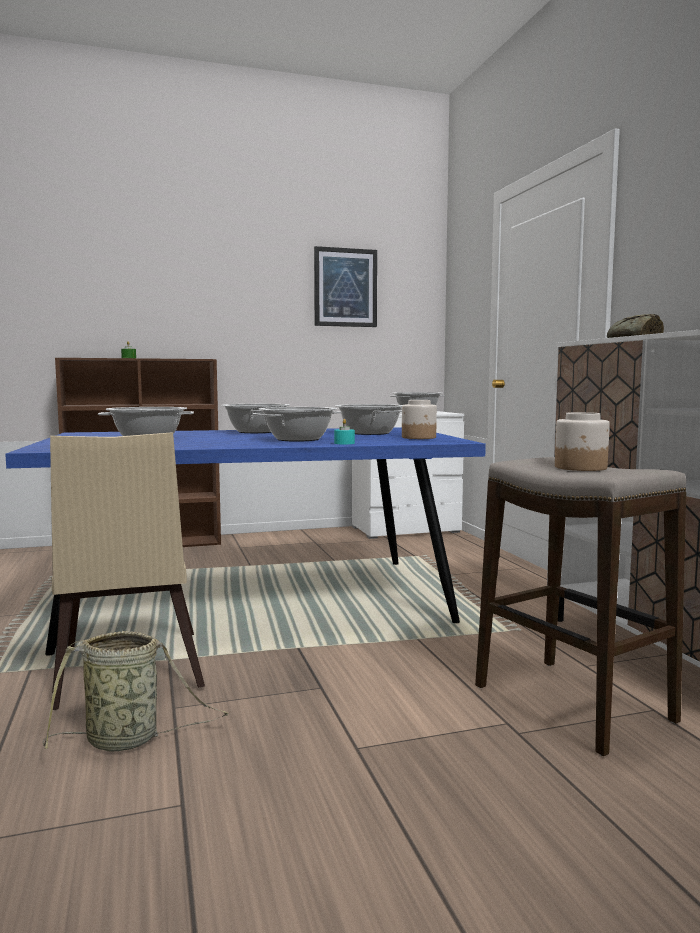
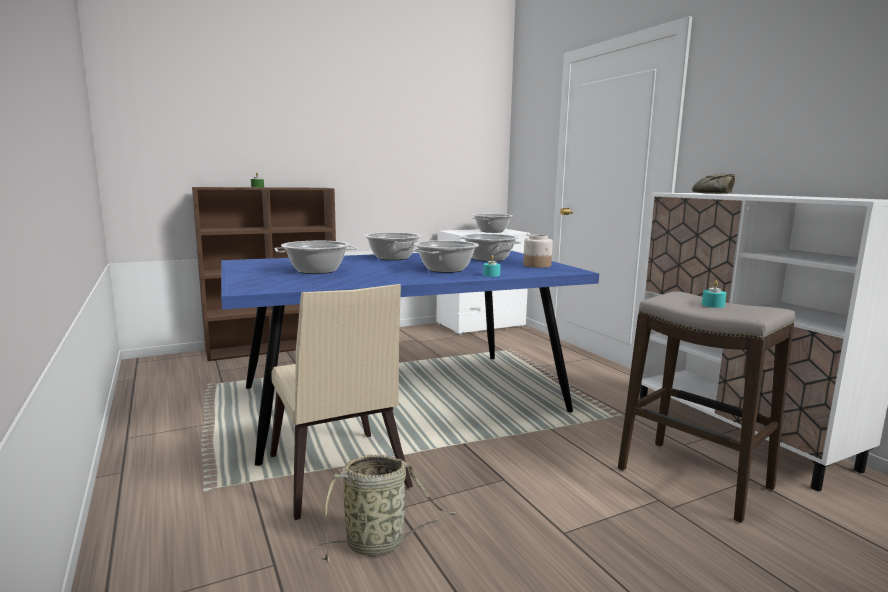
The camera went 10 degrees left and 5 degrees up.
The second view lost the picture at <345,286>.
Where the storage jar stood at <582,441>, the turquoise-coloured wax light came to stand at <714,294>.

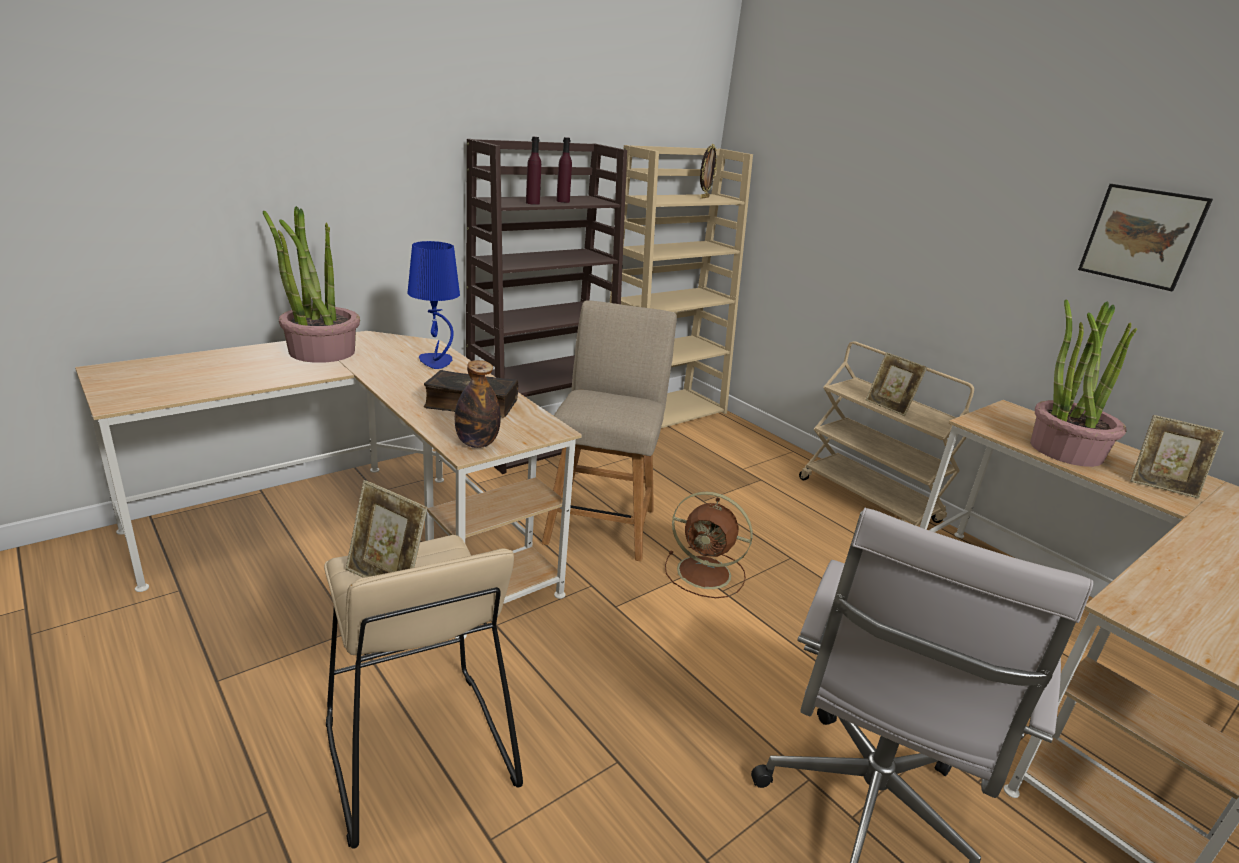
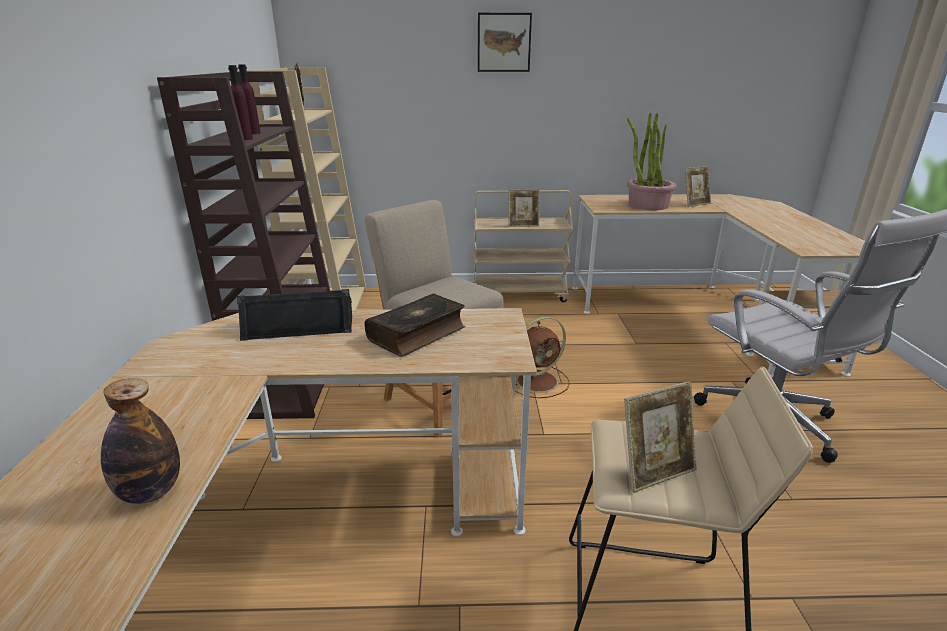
The camera went 50 degrees left and 0 degrees up.
The picture ended up elsewhere, having gone from <1145,237> to <505,42>.
The second view lost the plant in a pot at <311,284>.
Where the blue table lamp stood at <434,305>, the blackish speaker came to stand at <294,315>.
The drink bottle ended up elsewhere, having gone from <478,404> to <140,441>.

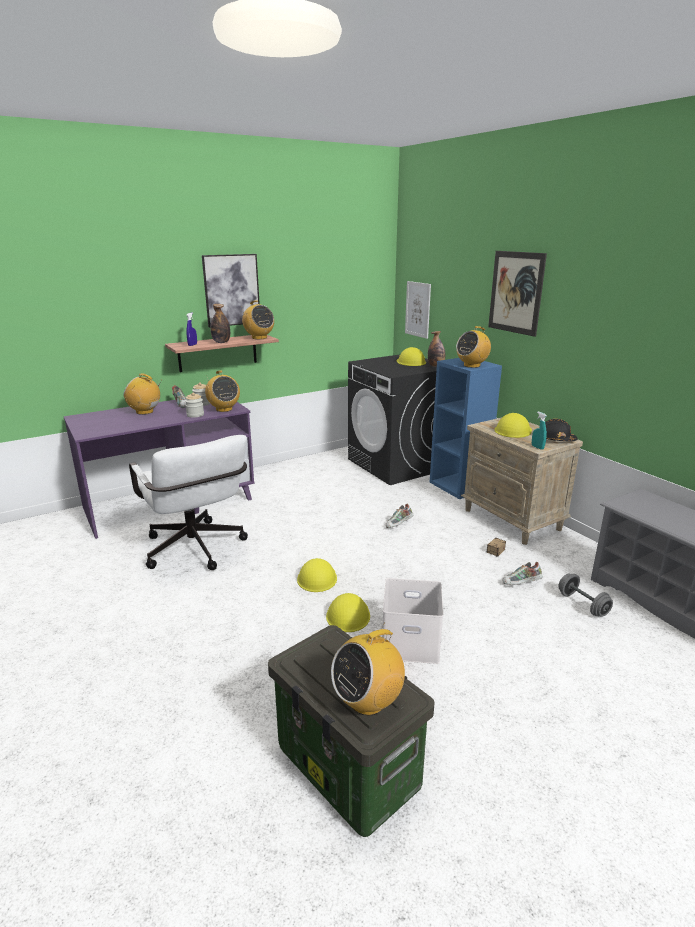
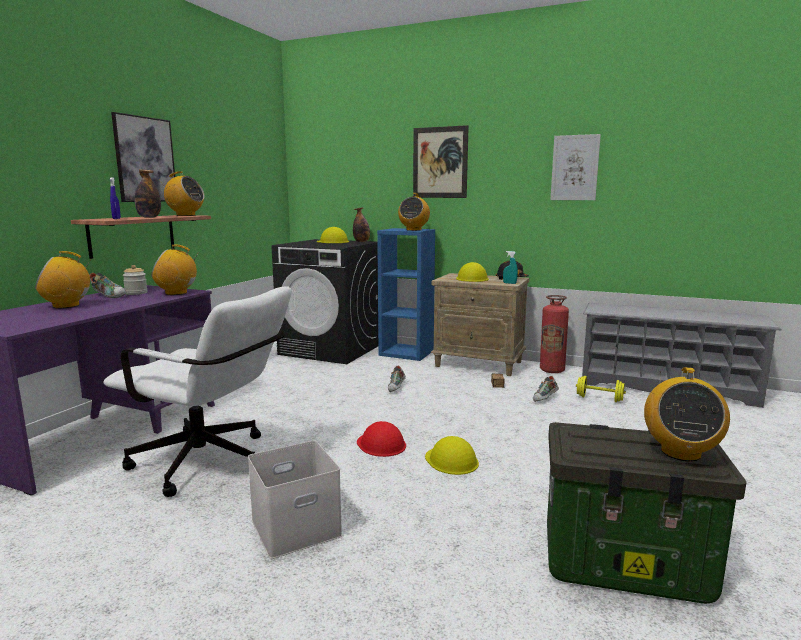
The camera went 35 degrees left and 10 degrees down.
The picture ended up elsewhere, having gone from <418,310> to <575,167>.
The radio set at <222,391> ended up facing another way, 150 degrees clockwise from before.
The second view lost the storage jar at <194,405>.
What was the yellowish work helmet at <317,575> turned into the red-coloured work helmet at <381,439>.
What was the greyish hand weight at <585,595> turned into the yellowish hand weight at <601,389>.
The white-coloured storage bin ended up elsewhere, having gone from <412,621> to <295,499>.
The second view gained the fire-fighting cylinder at <554,334>.

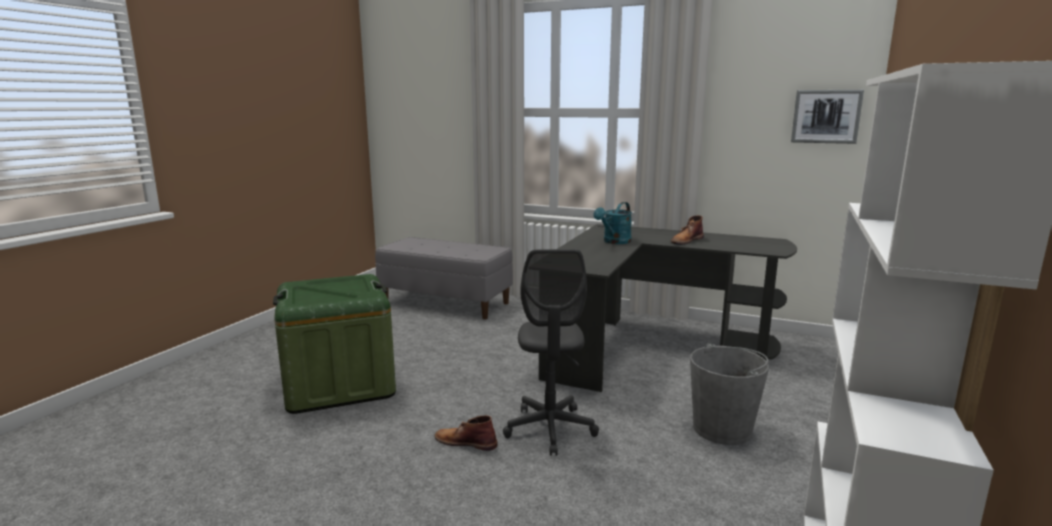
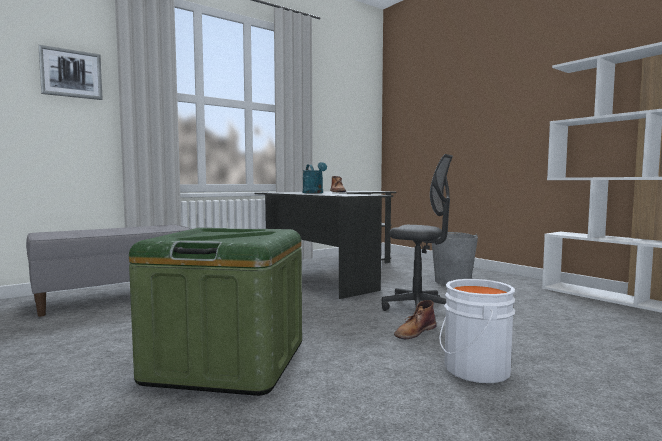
The camera went 60 degrees left and 10 degrees down.
The picture ended up elsewhere, having gone from <827,117> to <70,72>.
The second view gained the white-coloured pail at <477,331>.

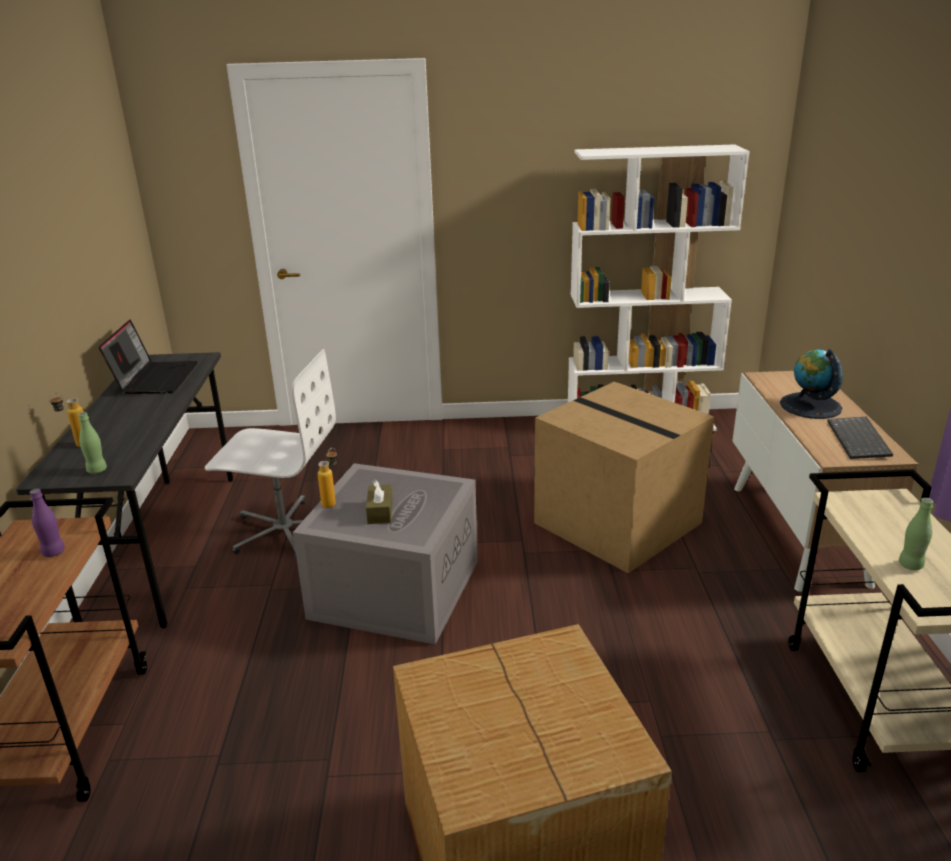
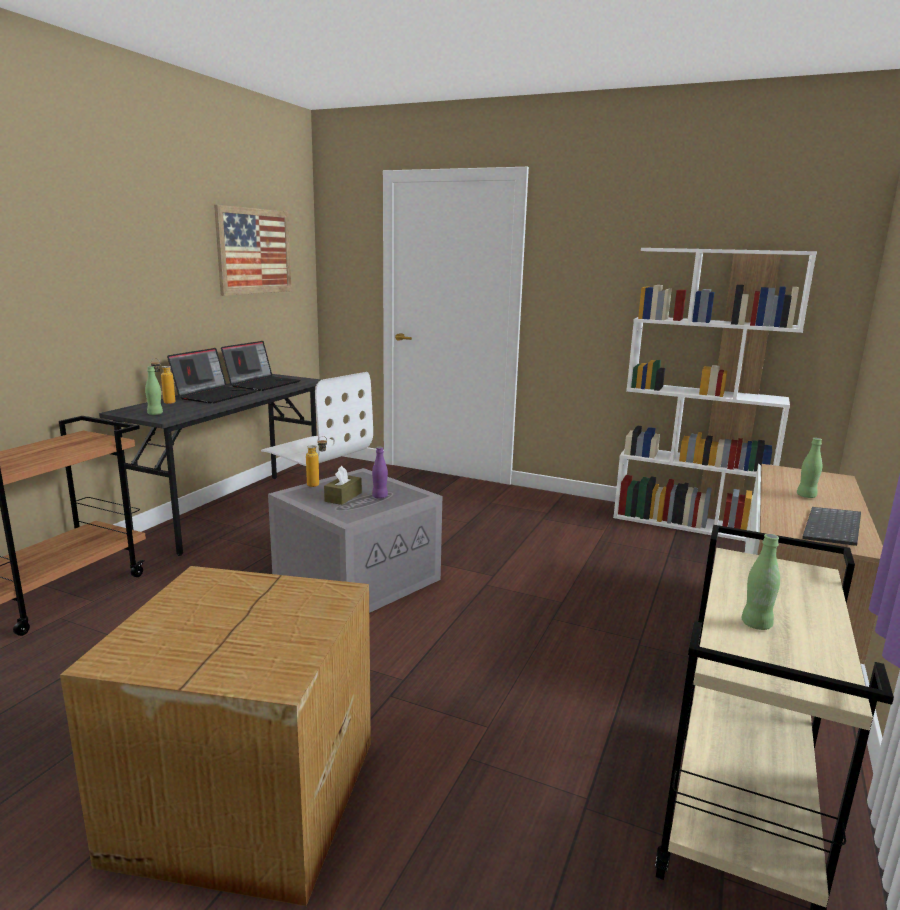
The camera went 25 degrees right and 10 degrees down.
Where the world globe stood at <811,384>, the greenish drink bottle came to stand at <809,468>.
The second view lost the carton at <624,477>.
The purple-coloured drink bottle ended up elsewhere, having gone from <47,523> to <380,473>.
The second view gained the picture at <253,250>.
The second view gained the laptop at <212,376>.

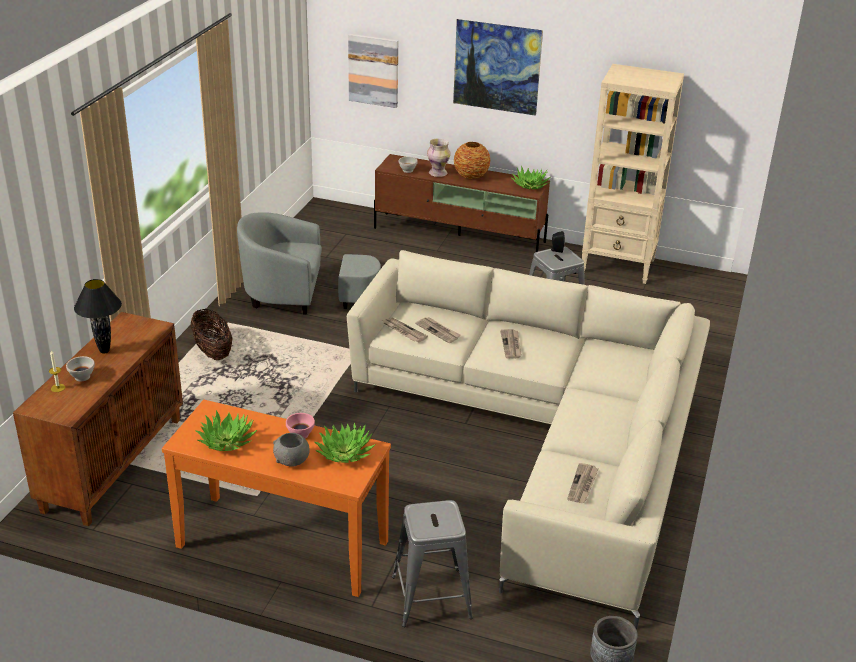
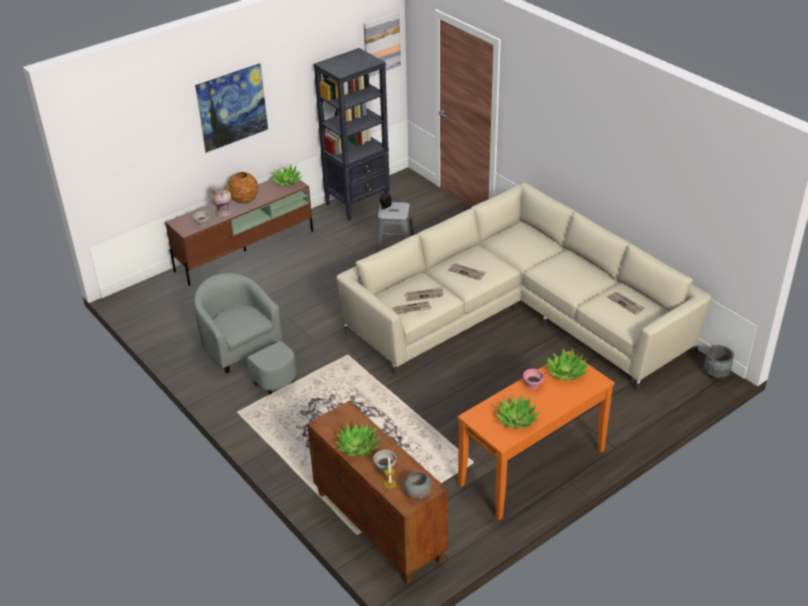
The camera went 55 degrees left and 5 degrees up.
The picture ended up elsewhere, having gone from <373,71> to <382,44>.
What was the beige-coloured shelving unit at <633,174> turned into the blackish shelving unit at <352,134>.
The greyish armchair at <309,263> ended up facing another way, 105 degrees clockwise from before.
Where the blackish table lamp stood at <98,316>, the plant in a pot came to stand at <357,439>.
The second view lost the storage basket at <211,334>.
The greyish bowl ended up elsewhere, having gone from <291,450> to <417,486>.
The second view lost the greyish sitting stool at <432,563>.

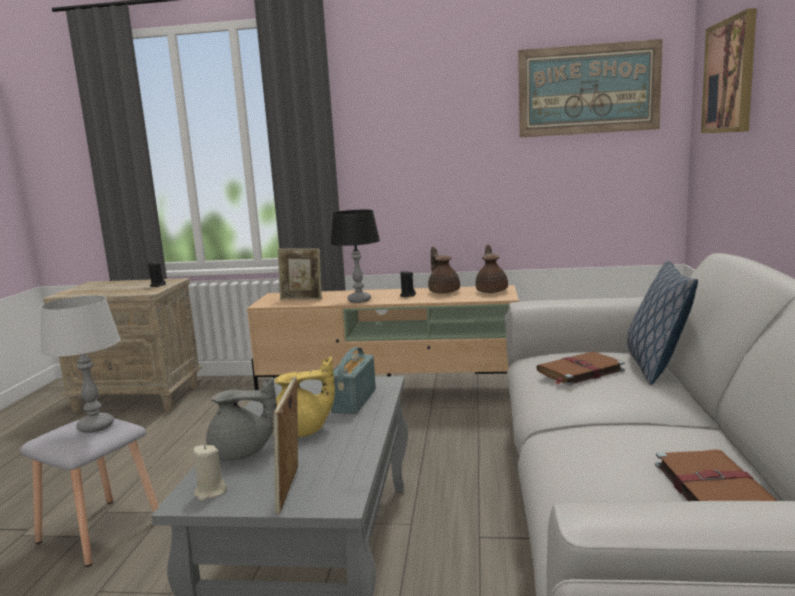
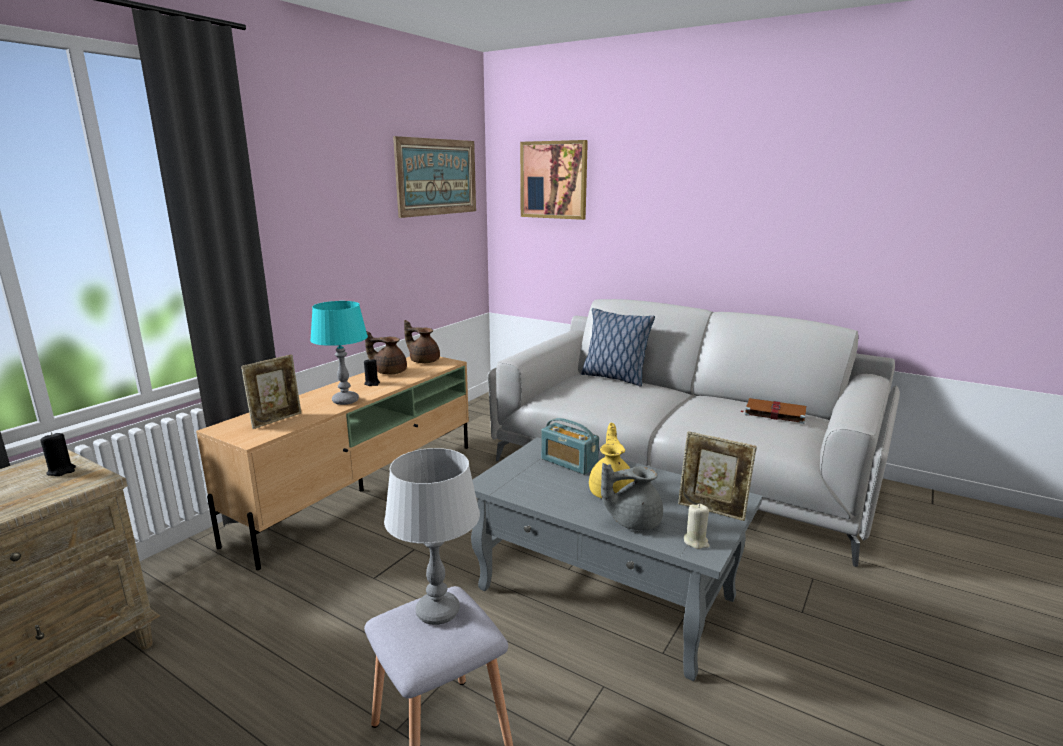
The camera went 65 degrees left and 5 degrees up.
What was the blackish table lamp at <355,256> turned into the turquoise-coloured table lamp at <339,353>.
The second view lost the brownish bound book at <580,368>.
The greyish teapot at <241,418> ended up facing another way, 120 degrees counterclockwise from before.

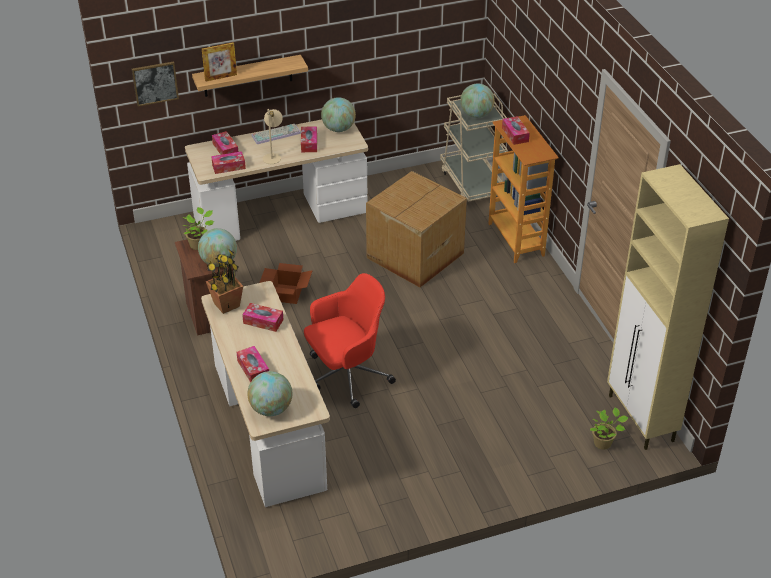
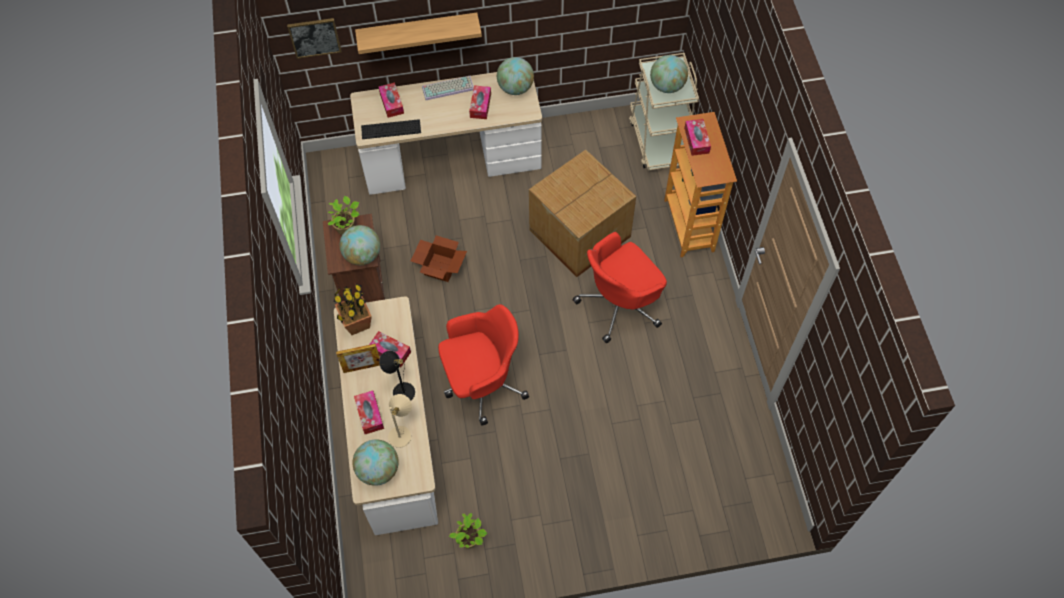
The camera went 10 degrees right and 20 degrees up.
The photo frame ended up elsewhere, having gone from <219,62> to <358,358>.
The beige-coloured table lamp ended up elsewhere, having gone from <273,136> to <400,421>.
Where the tissue holder stood at <228,162>, the computer keyboard came to stand at <391,129>.
The second view lost the beige-coloured storage cabinet at <668,307>.
The plant in a pot ended up elsewhere, having gone from <609,428> to <468,531>.
The second view gained the red-coloured computer chair at <620,287>.
The second view gained the blackish table lamp at <397,375>.

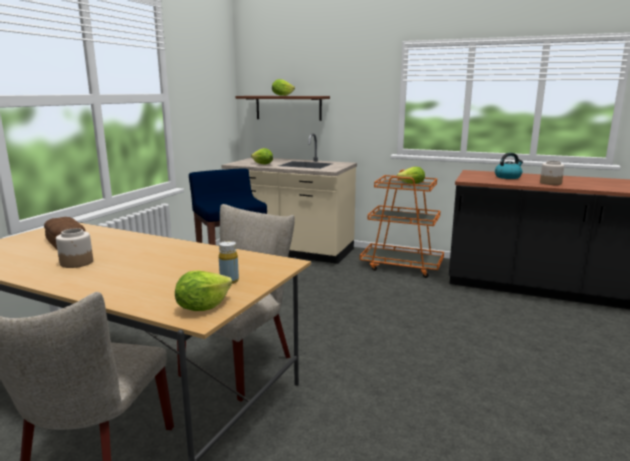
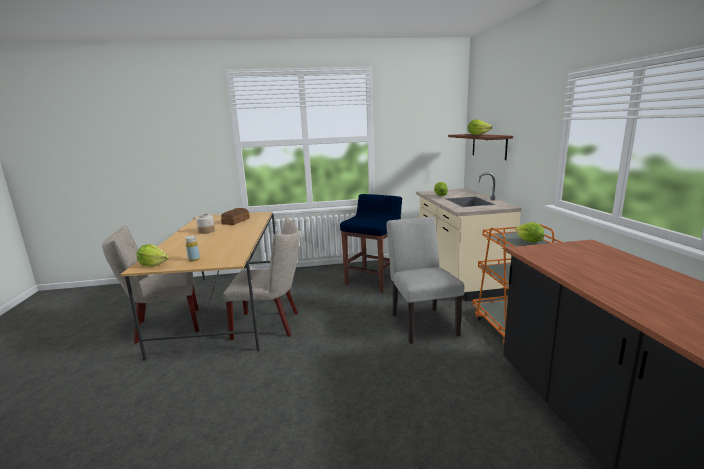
The camera went 60 degrees right and 0 degrees up.
The second view lost the kettle at <509,166>.
The second view lost the storage jar at <552,173>.
The second view gained the greyish chair at <425,280>.

